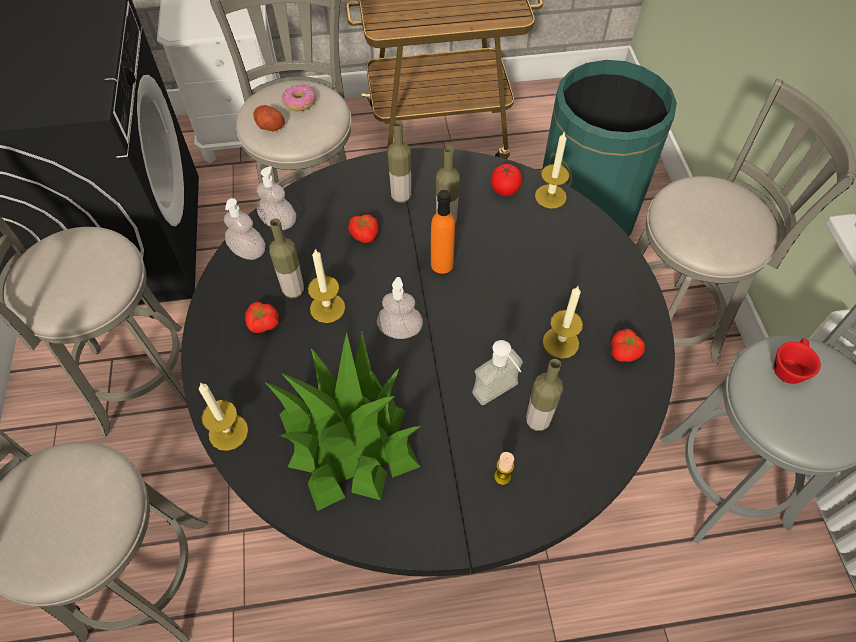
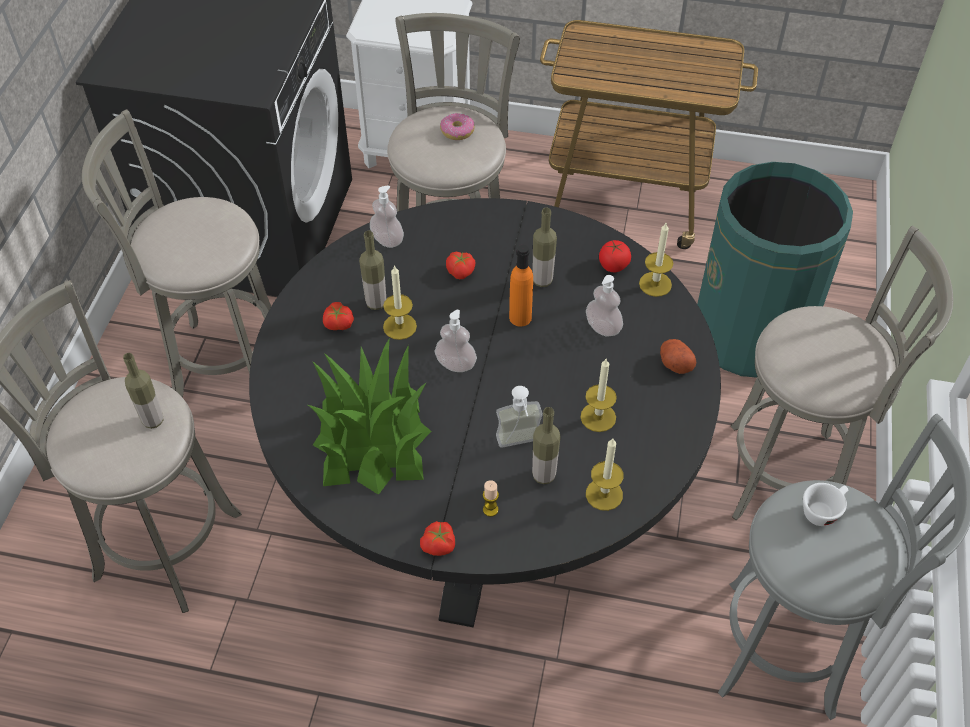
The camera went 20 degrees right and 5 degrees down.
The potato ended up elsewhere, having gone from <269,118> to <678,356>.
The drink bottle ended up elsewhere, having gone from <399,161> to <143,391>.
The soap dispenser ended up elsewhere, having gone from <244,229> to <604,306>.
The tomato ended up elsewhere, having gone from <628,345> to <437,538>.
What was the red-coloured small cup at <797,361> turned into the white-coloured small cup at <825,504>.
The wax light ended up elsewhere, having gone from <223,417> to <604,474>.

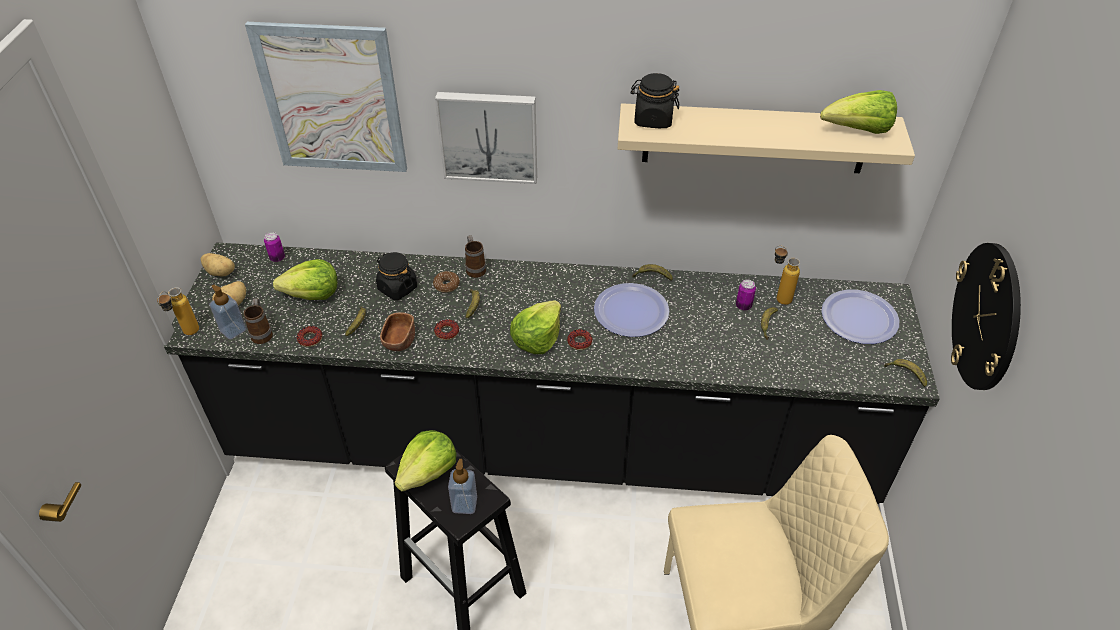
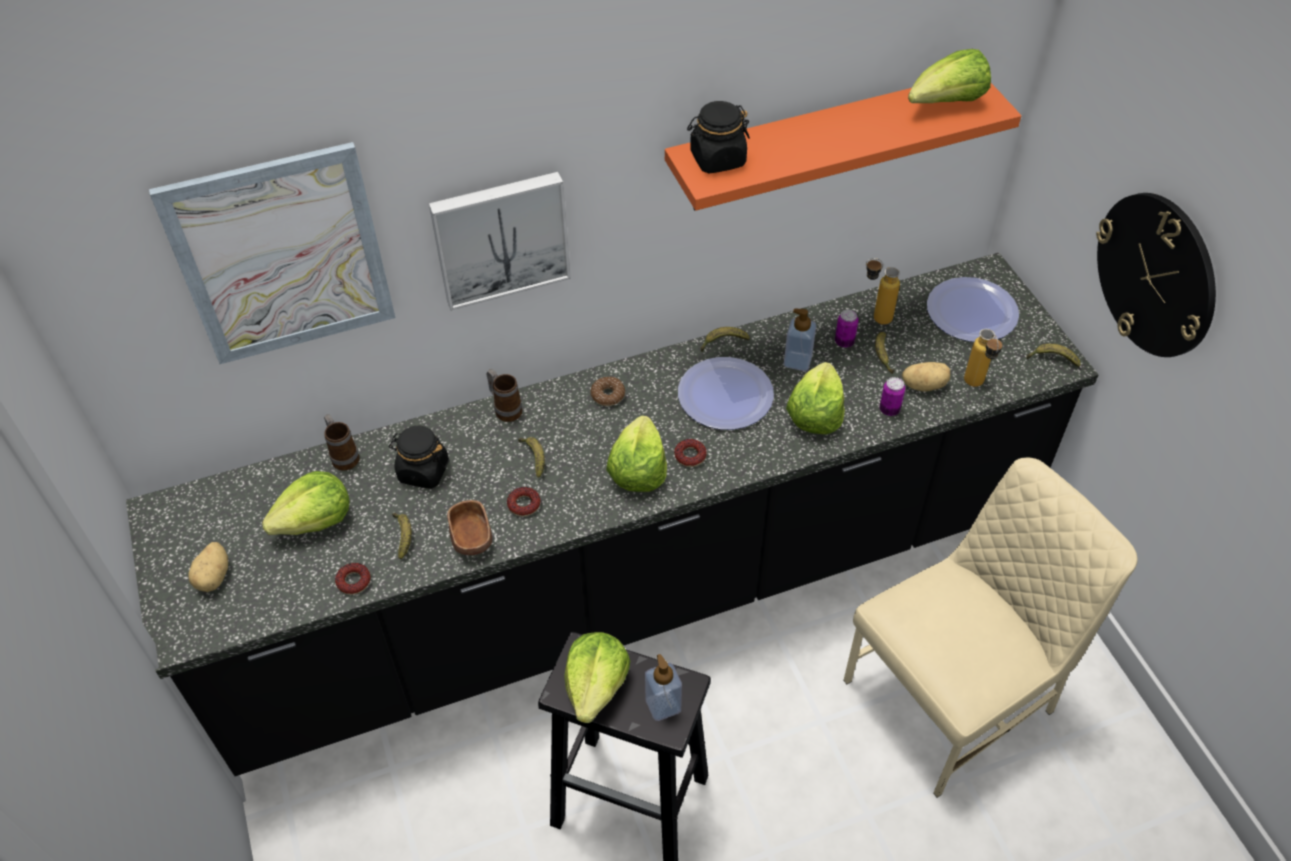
The camera went 25 degrees left and 5 degrees up.
What was the beige-coloured bracket shelf at <766,138> turned into the orange-coloured bracket shelf at <843,147>.
The sealed can ended up elsewhere, having gone from <274,247> to <892,396>.
The potato ended up elsewhere, having gone from <218,264> to <926,377>.
The doughnut ended up elsewhere, having gone from <446,282> to <607,391>.
The soap dispenser ended up elsewhere, having gone from <227,312> to <800,339>.
The drink bottle ended up elsewhere, having gone from <178,311> to <983,358>.
The mug ended up elsewhere, having gone from <258,321> to <342,443>.
The second view gained the lettuce at <815,398>.

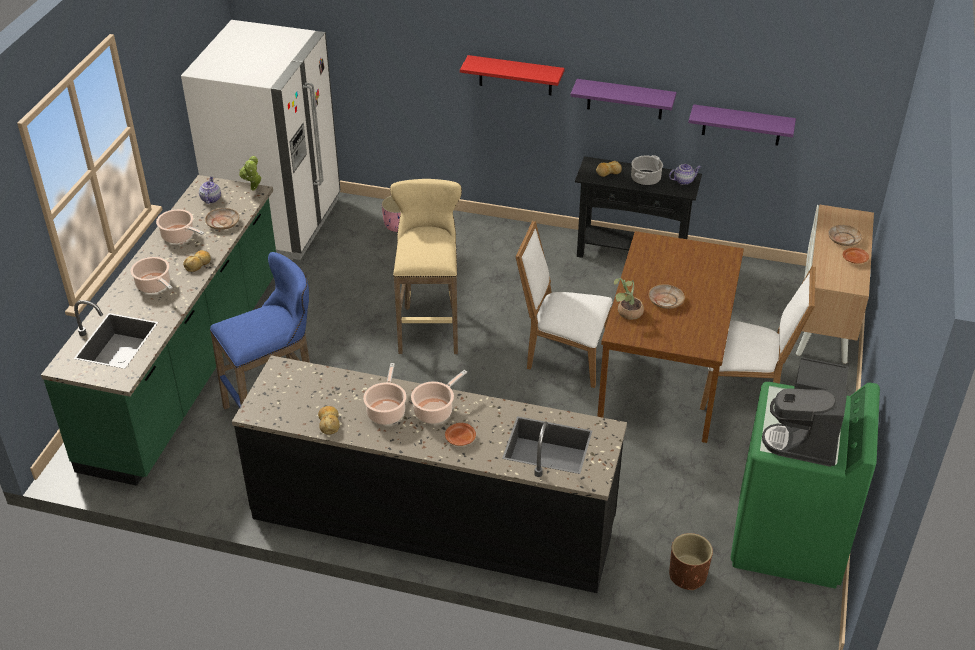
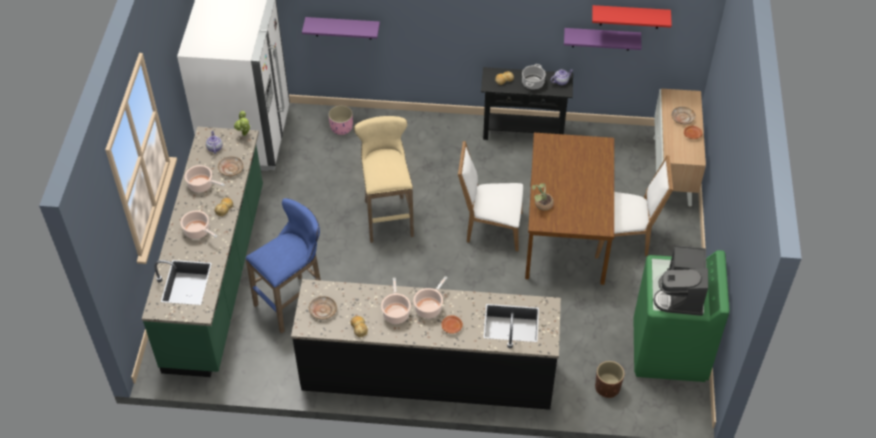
The camera went 10 degrees left and 10 degrees up.
The red-coloured bracket shelf ended up elsewhere, having gone from <512,75> to <632,17>.
The purple-coloured bracket shelf ended up elsewhere, having gone from <624,99> to <341,28>.
The beige-coloured flat dish ended up elsewhere, having gone from <667,296> to <323,308>.

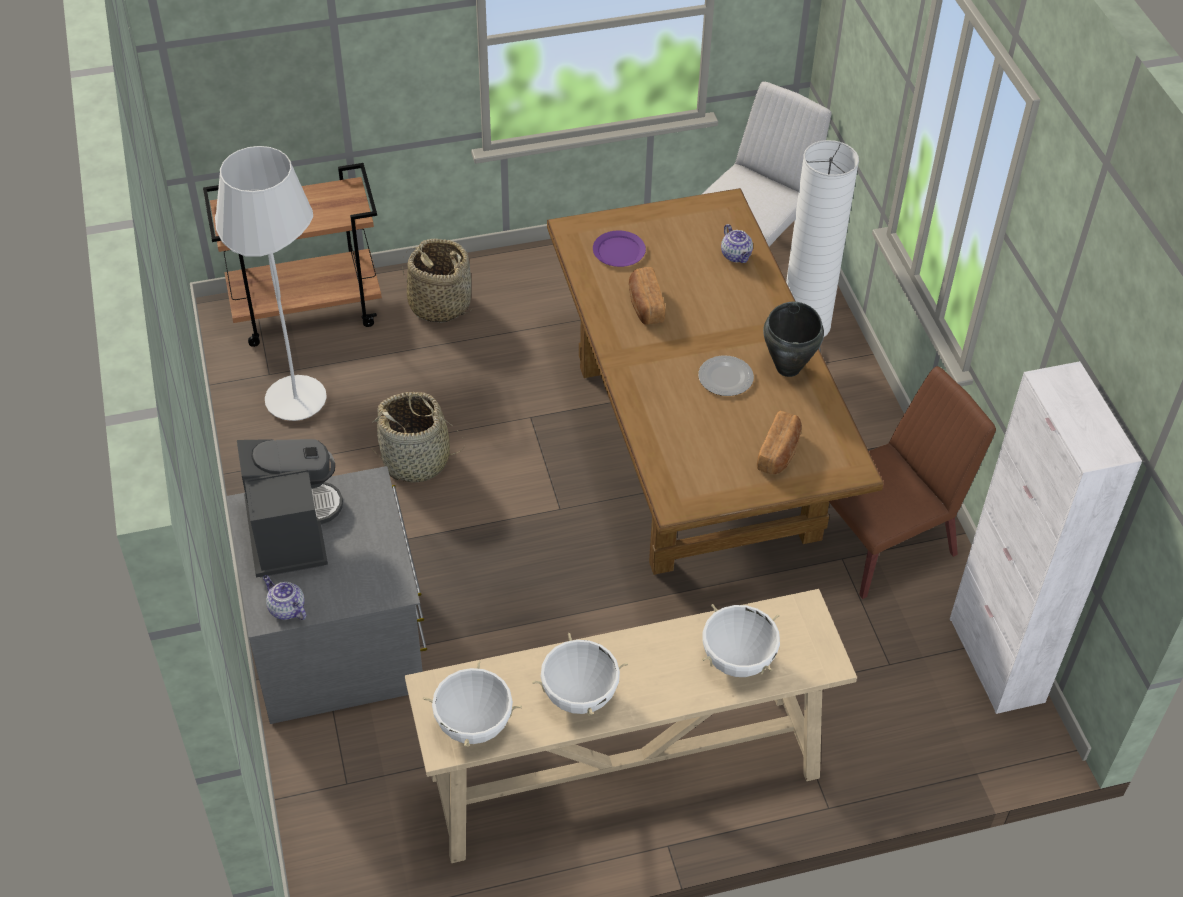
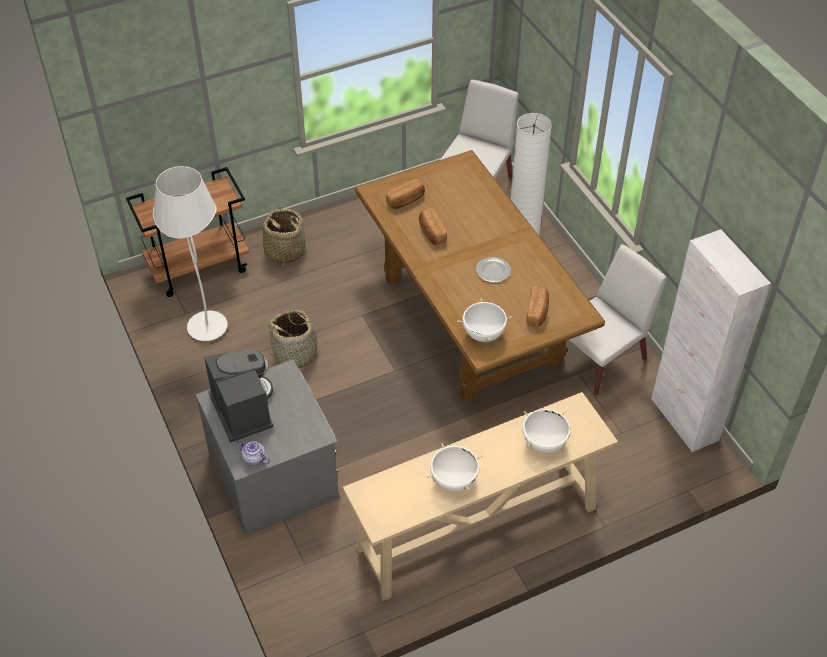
The camera went 10 degrees left and 0 degrees up.
The second view lost the teapot at <737,243>.
Where the purple-coloured flat dish stood at <619,249>, the bakery bread came to stand at <405,194>.
The second view lost the blackish saucepot at <793,339>.
What was the brownish chair at <912,482> turned into the white-coloured chair at <617,320>.
The white-coloured saucepot ended up elsewhere, having gone from <472,703> to <484,320>.

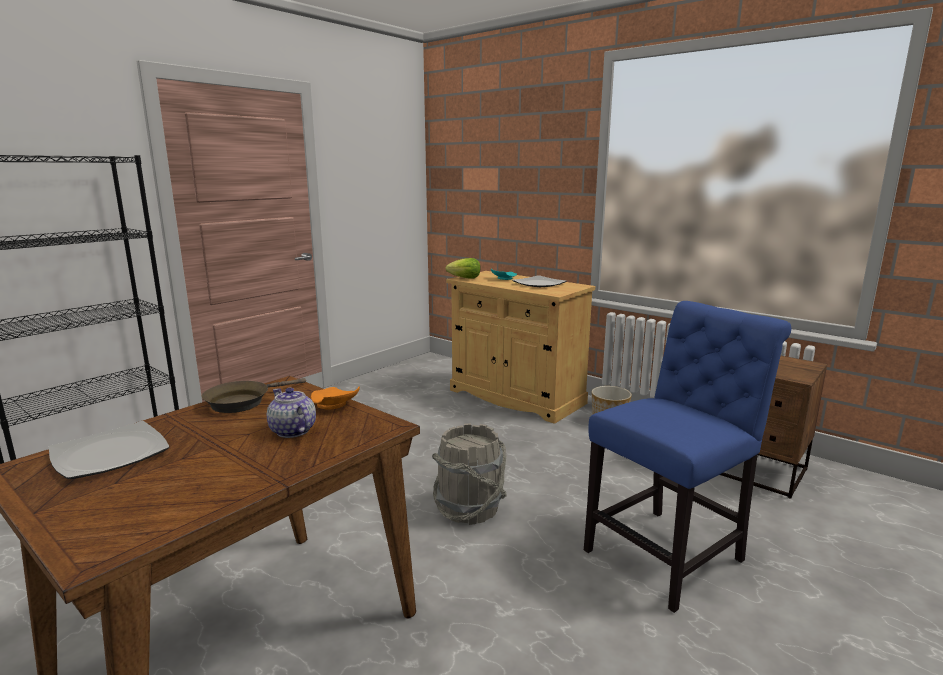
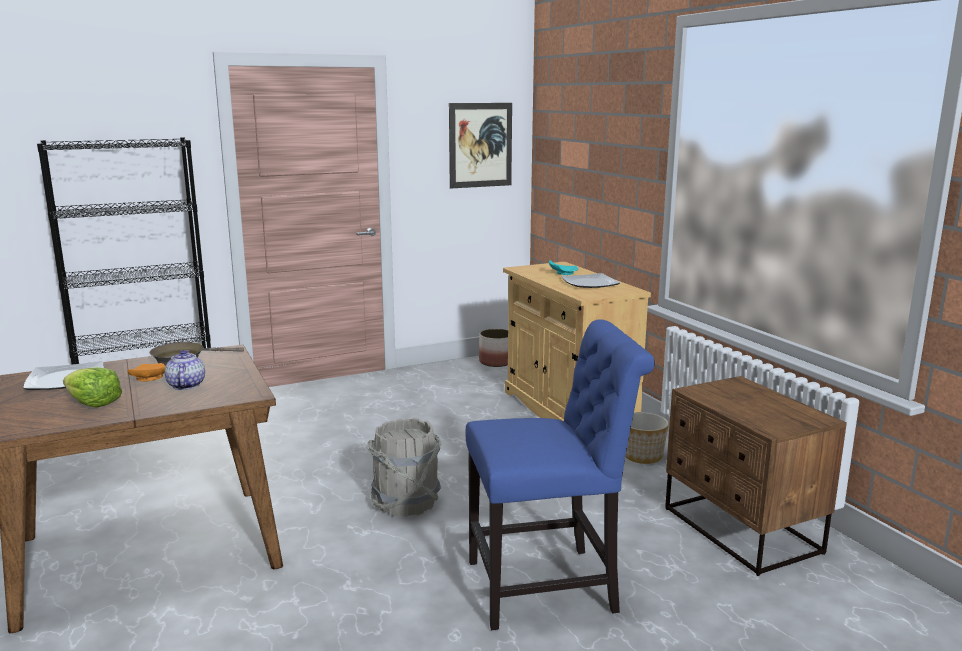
The camera went 25 degrees right and 0 degrees up.
The lettuce ended up elsewhere, having gone from <462,268> to <92,387>.
The orange-coloured flat dish ended up elsewhere, having gone from <335,398> to <146,372>.
The second view gained the picture at <480,146>.
The second view gained the plant pot at <493,348>.

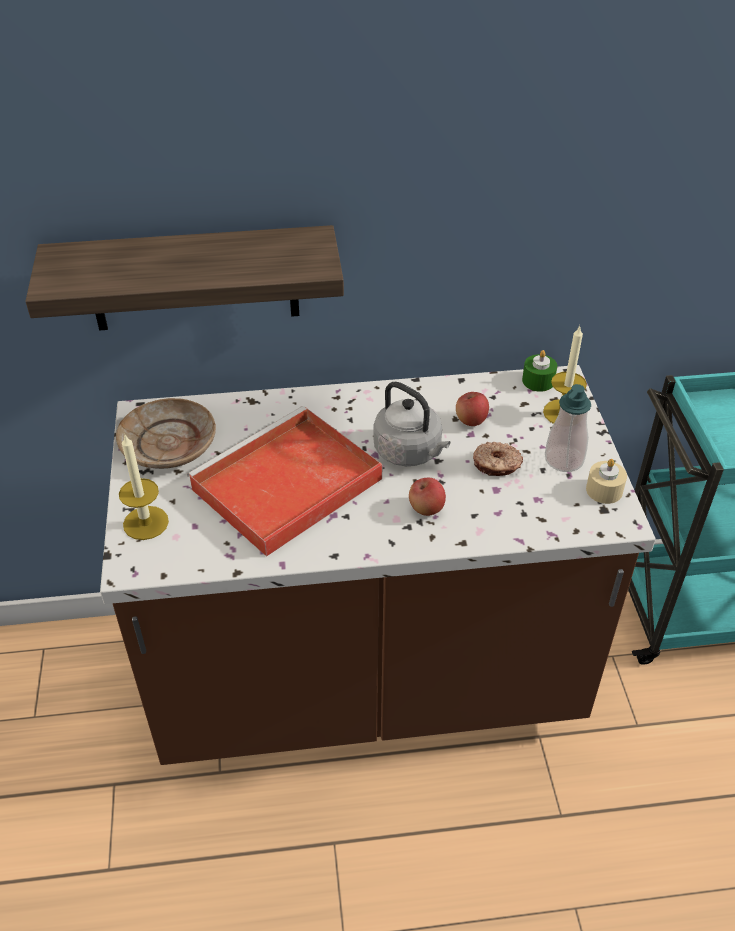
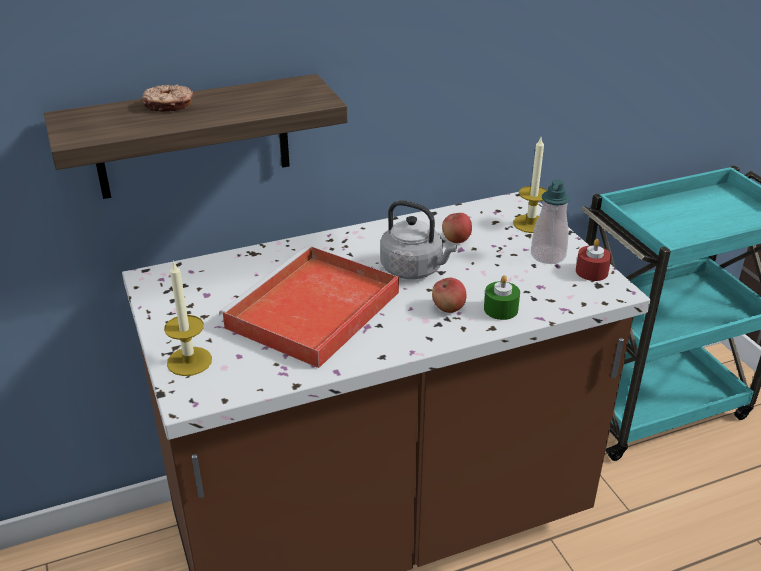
The camera went 15 degrees left and 10 degrees down.
The greenish wax light ended up elsewhere, having gone from <539,371> to <502,297>.
The second view lost the beige-coloured flat dish at <166,433>.
The doughnut ended up elsewhere, having gone from <498,459> to <167,98>.
What was the beige-coloured wax light at <606,481> turned into the red-coloured wax light at <594,260>.

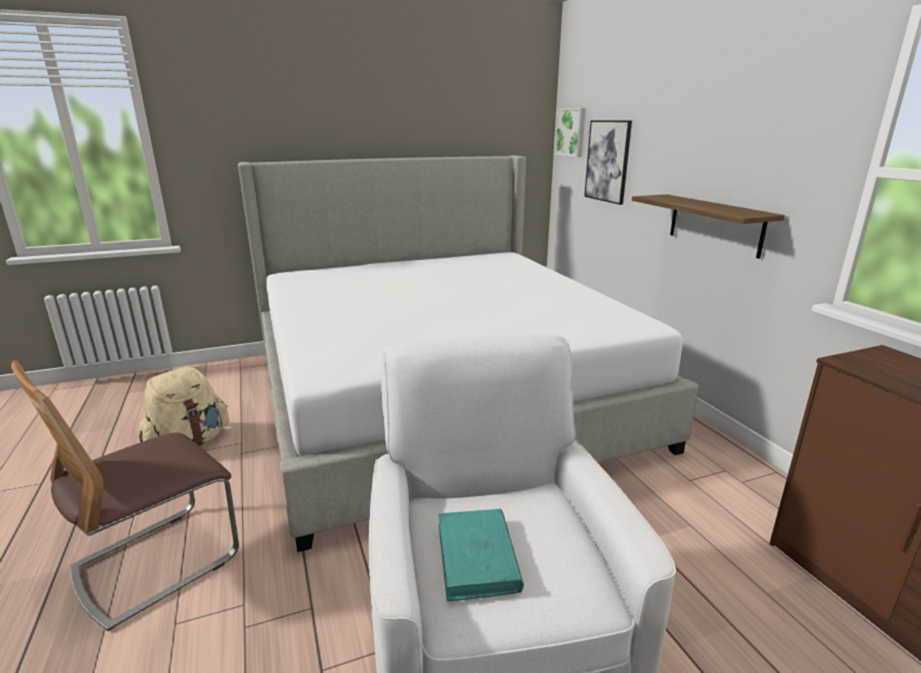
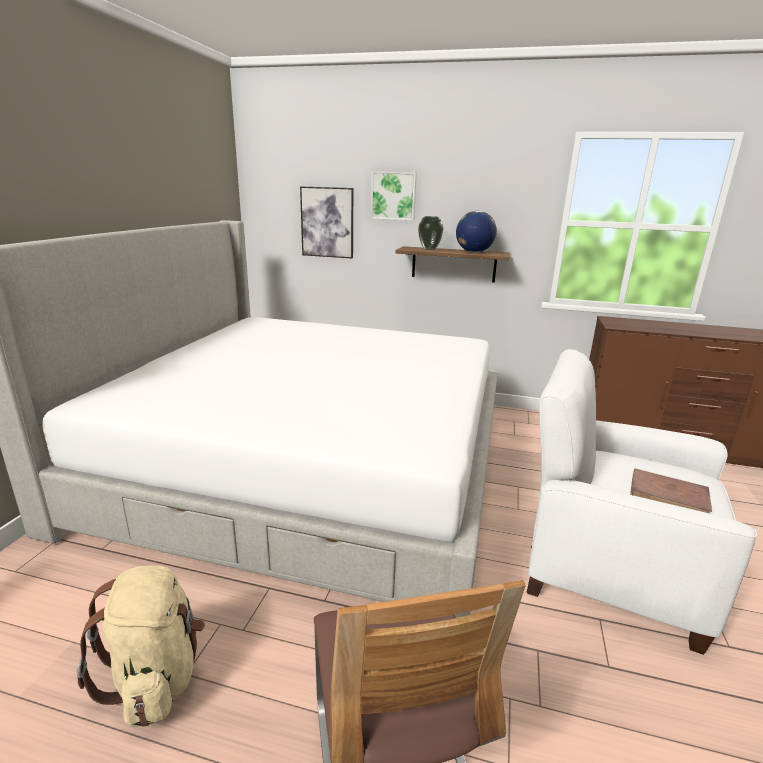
The camera went 55 degrees left and 0 degrees up.
The picture ended up elsewhere, having gone from <570,132> to <394,195>.
What was the turquoise-coloured bound book at <481,555> turned into the brownish bound book at <671,491>.
The second view gained the world globe at <476,232>.
The second view gained the vase at <430,233>.

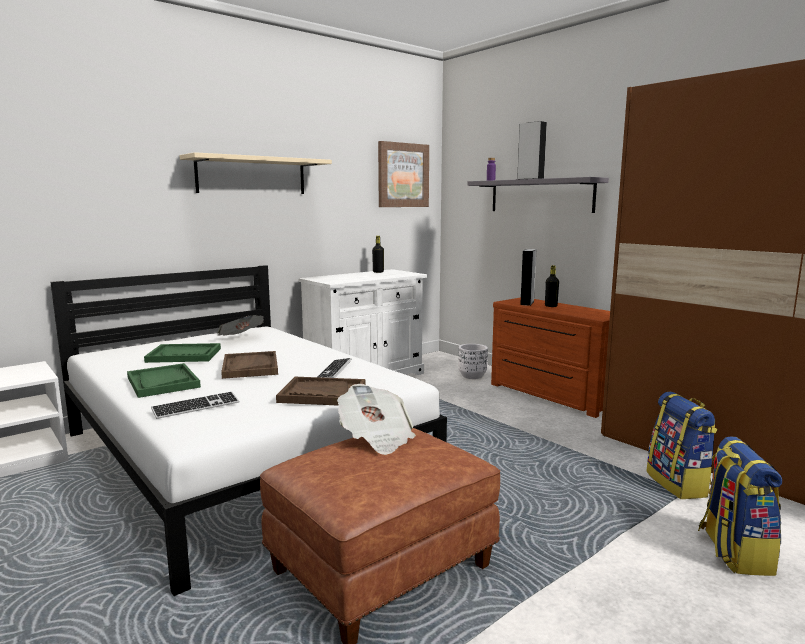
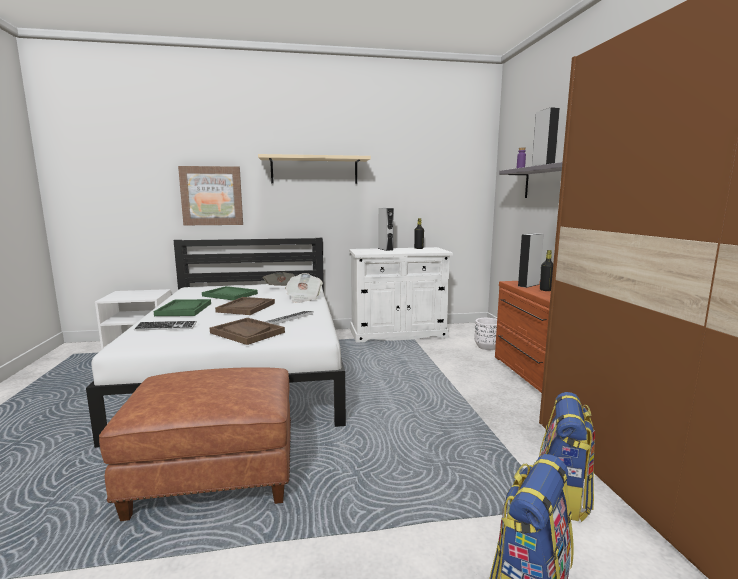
The camera went 30 degrees right and 0 degrees up.
The picture ended up elsewhere, having gone from <403,174> to <210,195>.
The daily paper ended up elsewhere, having gone from <376,419> to <304,288>.
The second view gained the greyish speaker at <386,229>.

